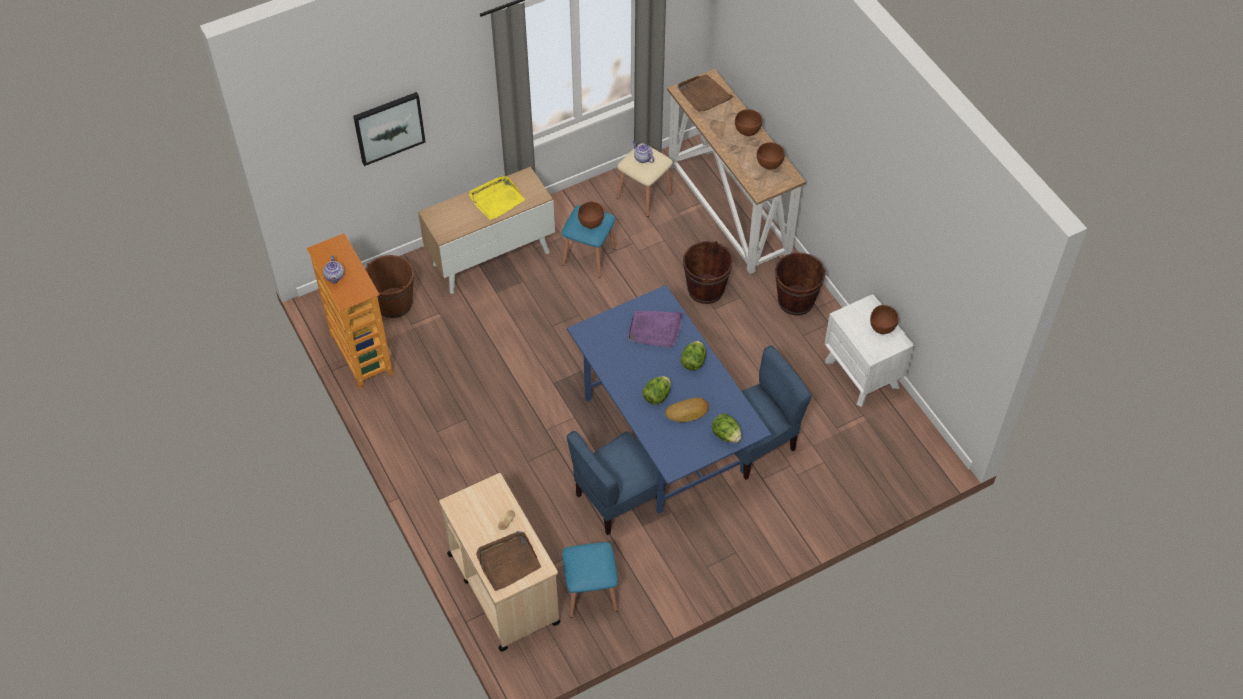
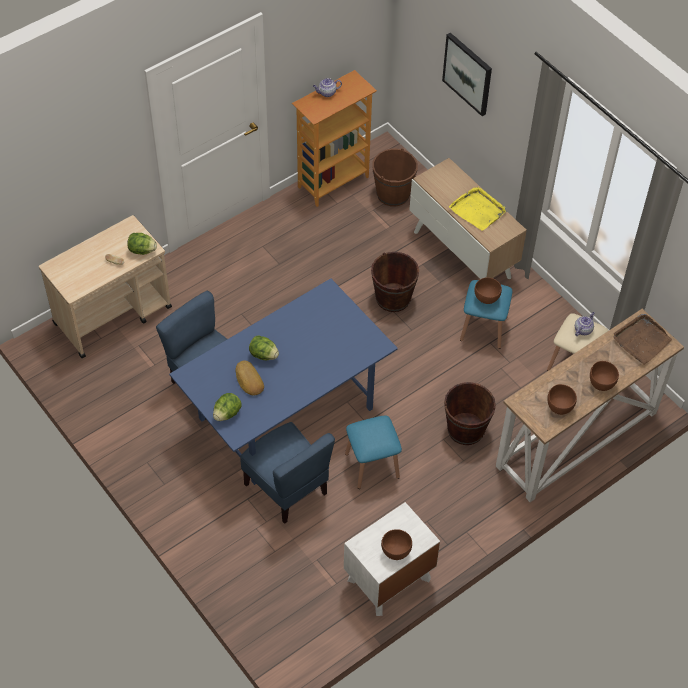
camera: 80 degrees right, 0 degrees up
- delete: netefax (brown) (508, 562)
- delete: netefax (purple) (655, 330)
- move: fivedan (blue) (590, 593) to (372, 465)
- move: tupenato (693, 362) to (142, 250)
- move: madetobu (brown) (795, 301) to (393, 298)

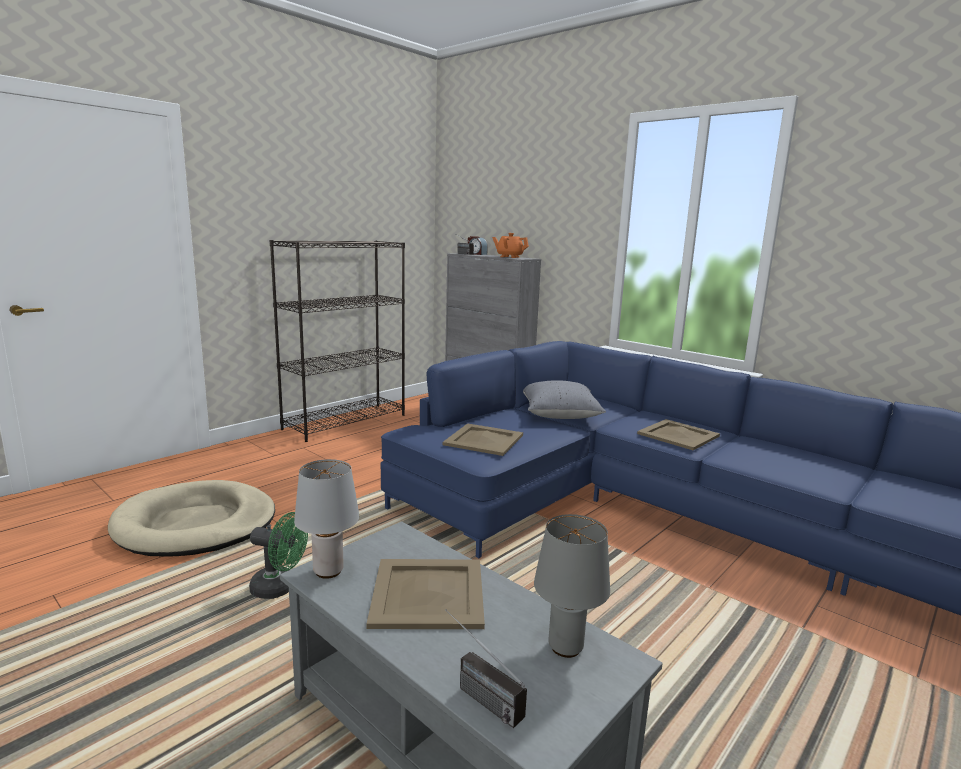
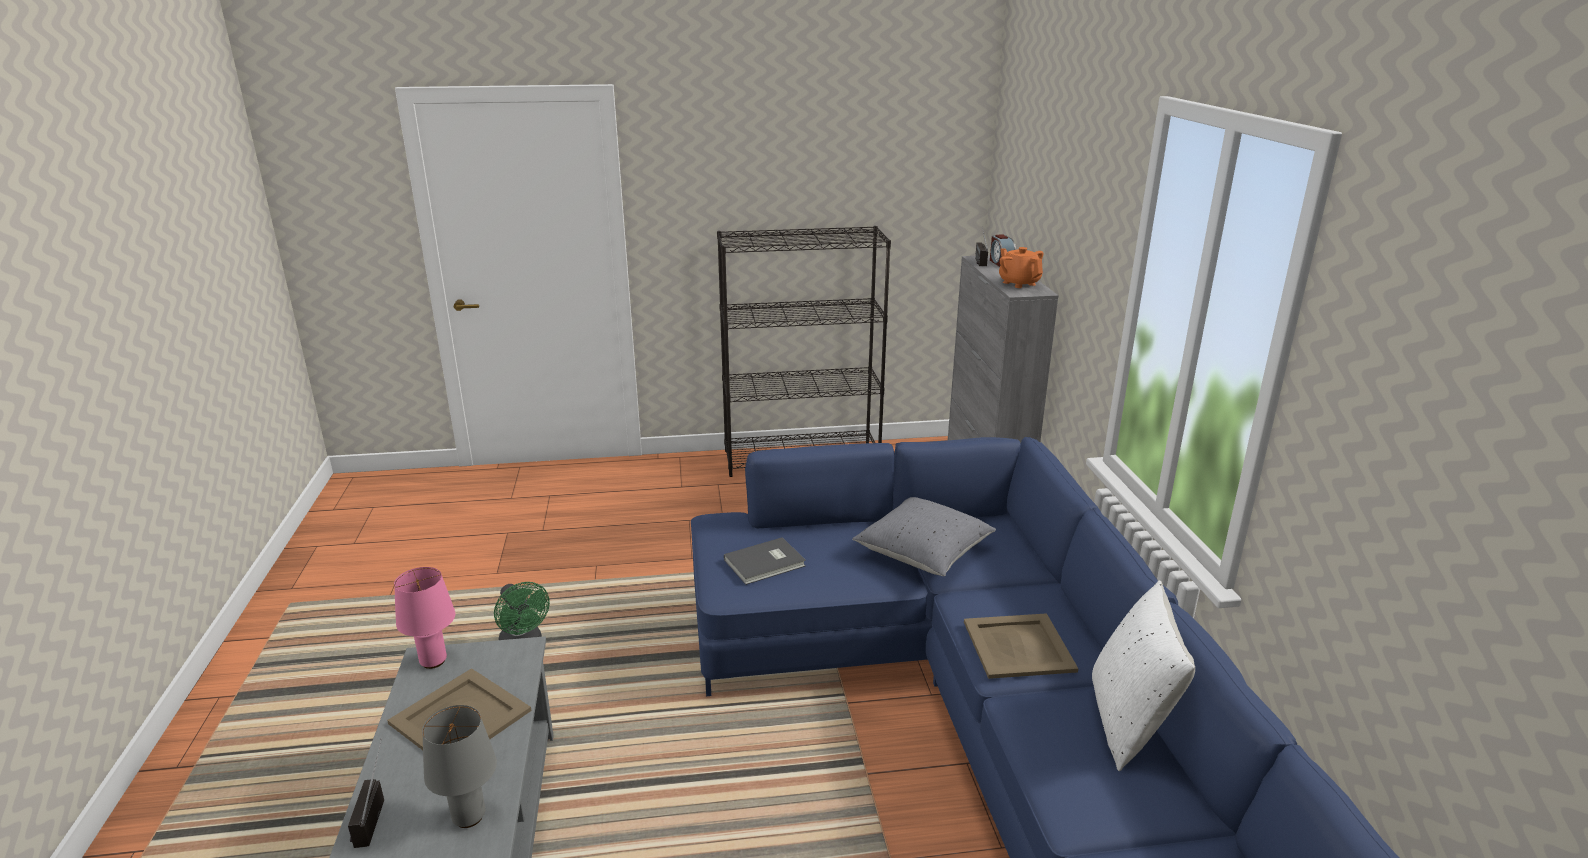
camera: 40 degrees right, 10 degrees up
- delete: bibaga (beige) (196, 524)
- insert: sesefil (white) (1129, 723)
- replace: netefax (beige) (484, 440) to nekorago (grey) (766, 563)
- recolor: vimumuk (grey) (327, 571) to vimumuk (pink) (433, 661)

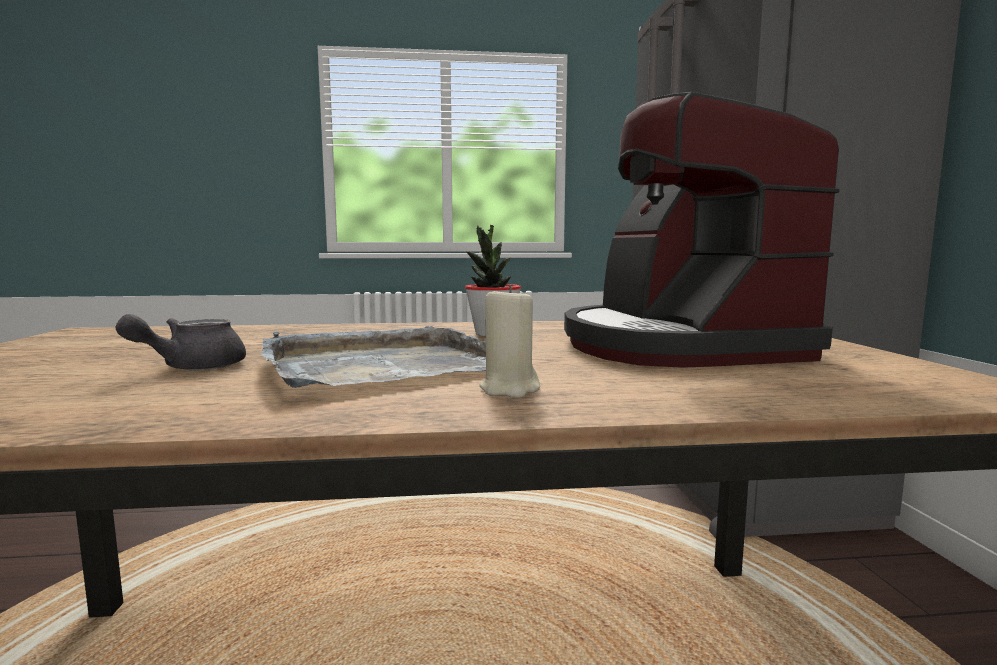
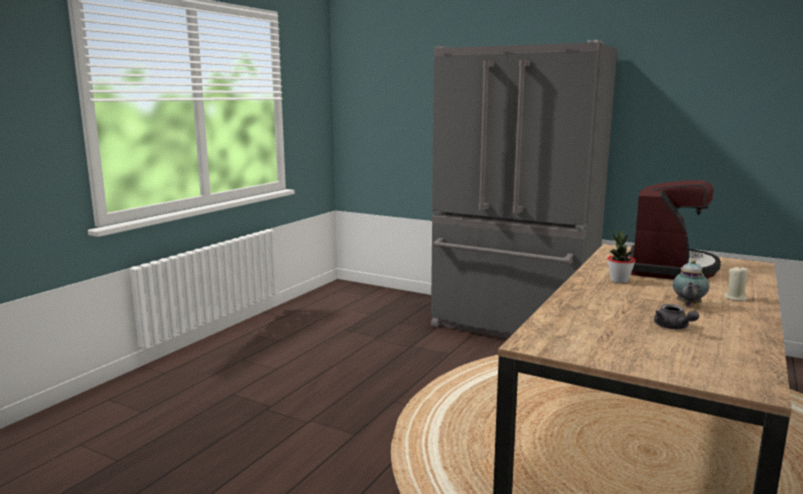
camera: 55 degrees left, 5 degrees up
- replace: netefax (grey) (379, 366) to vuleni (687, 305)
- rotate: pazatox (676, 345) = (669, 268) 90 degrees counterclockwise

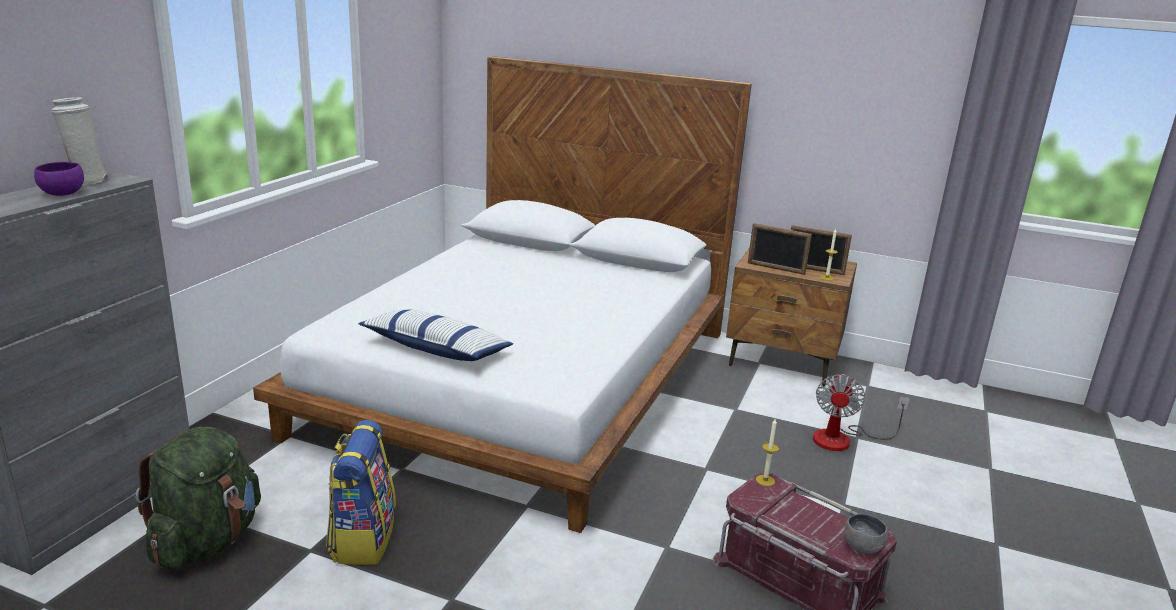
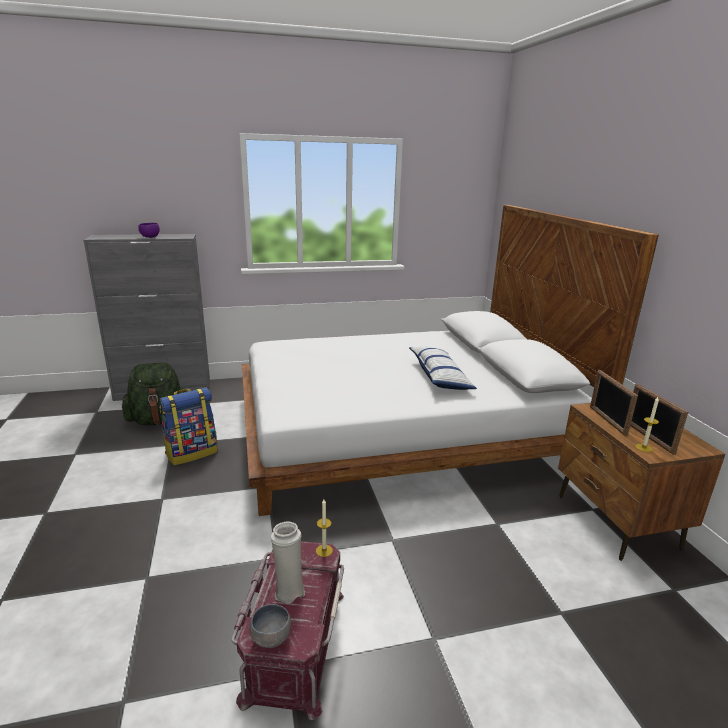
camera: 55 degrees right, 0 degrees up
- delete: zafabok (843, 439)
- move: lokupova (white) (87, 181) to (288, 590)
- move: sesefil (436, 349) to (439, 377)

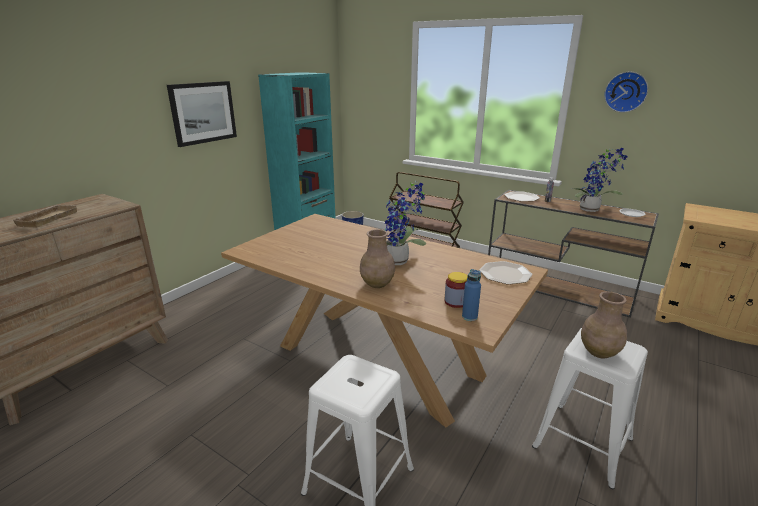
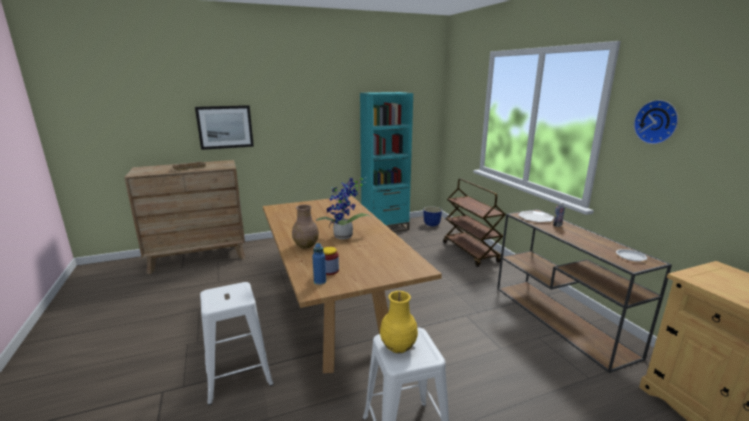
camera: 35 degrees right, 5 degrees down
- delete: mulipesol (505, 274)
- delete: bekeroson (592, 210)
- move: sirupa (203, 112) to (225, 127)
- recolor: lokupova (brown) (599, 352) to lokupova (yellow) (398, 347)

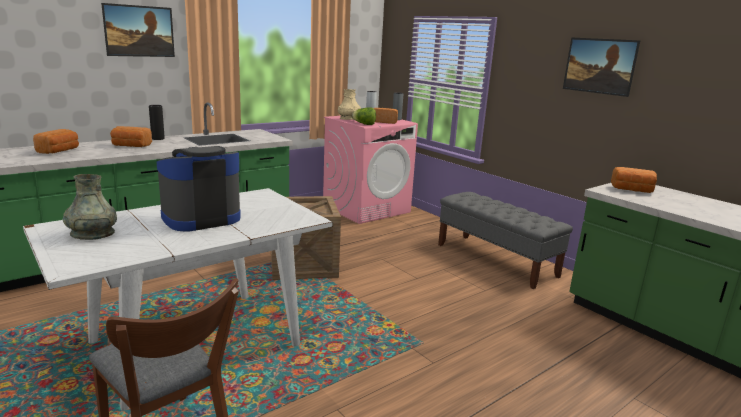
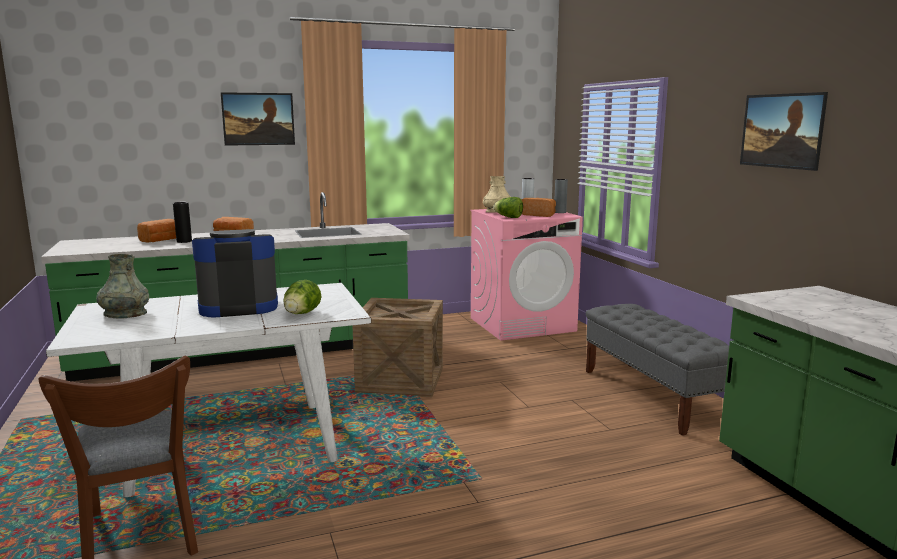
camera: 20 degrees right, 5 degrees down
- delete: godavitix (632, 190)
- insert: tupenato (301, 314)
- move: lokupova (black) (158, 139) to (184, 241)

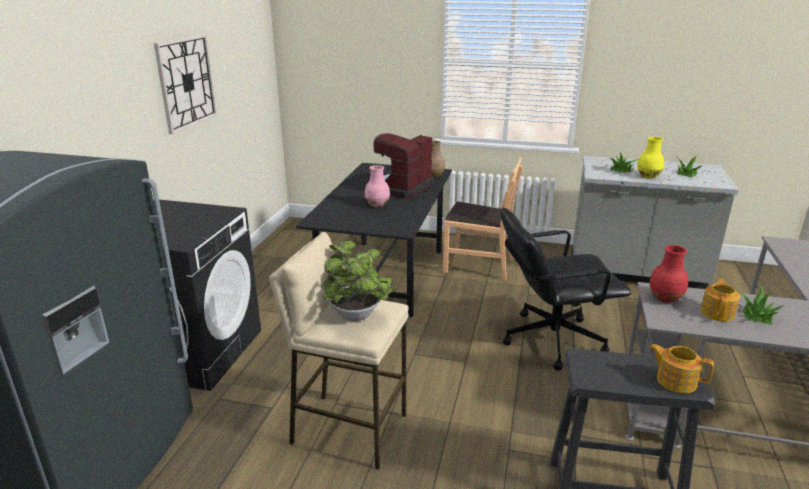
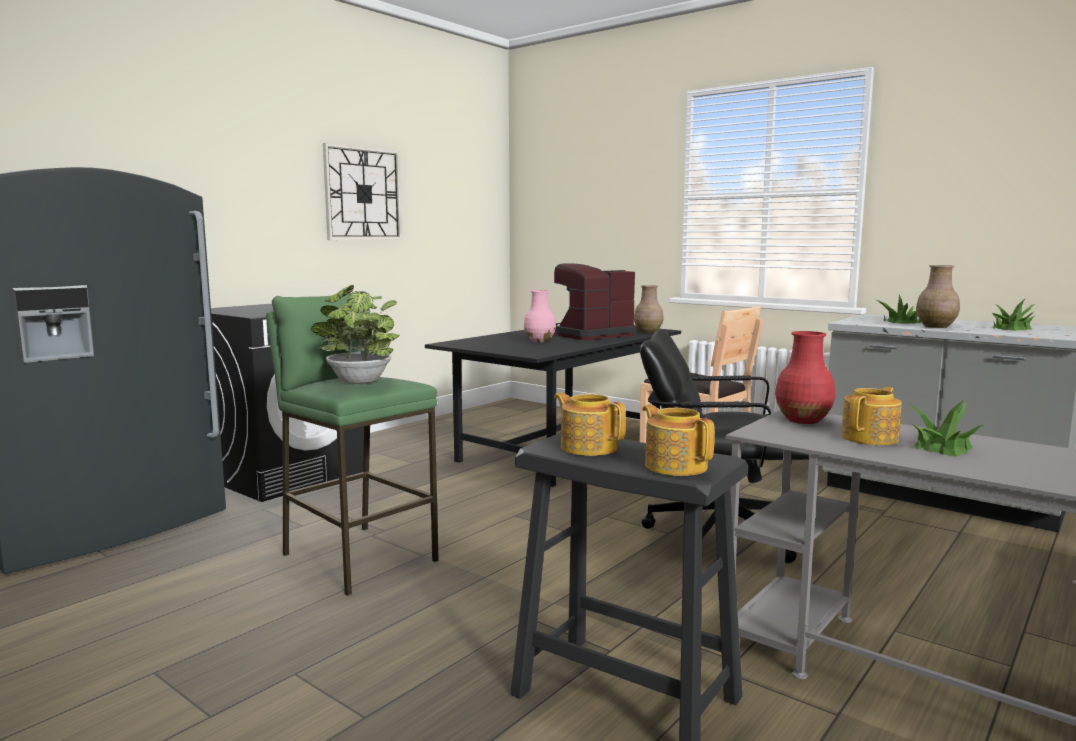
camera: 25 degrees right, 15 degrees down
- insert: vuleni (588, 447)
- recolor: fivedan (beige) (348, 429) to fivedan (green) (358, 557)
- recolor: lokupova (yellow) (648, 176) to lokupova (brown) (936, 326)

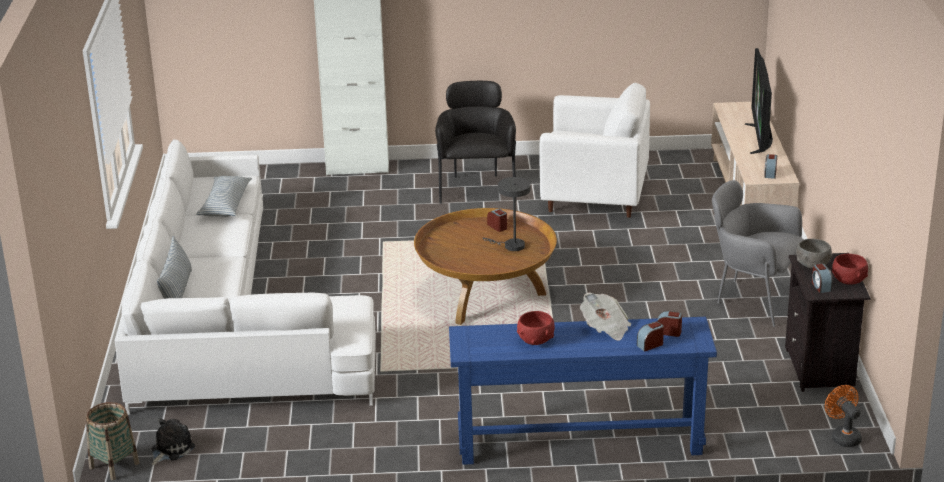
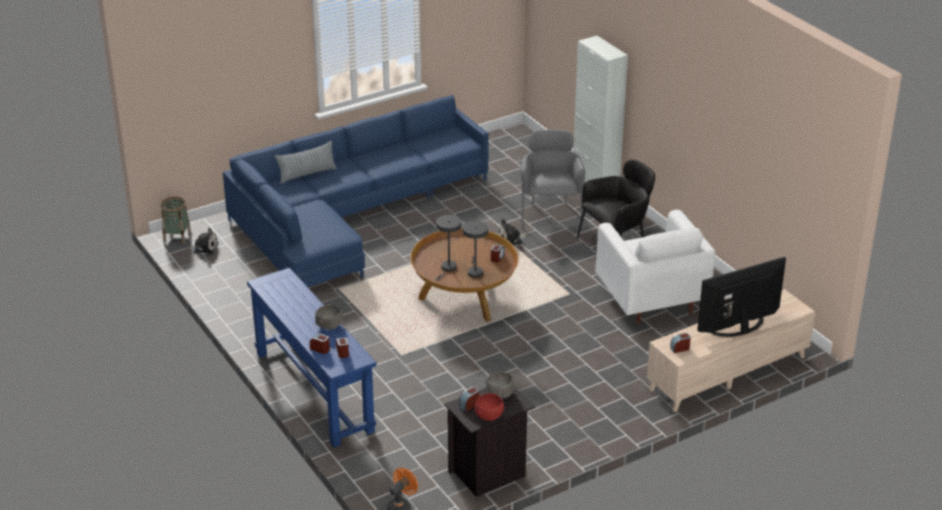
camera: 60 degrees right, 5 degrees up
- delete: sesefil (225, 204)
- delete: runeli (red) (535, 340)
- insert: vimumuk (grey) (447, 268)
- insert: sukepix (511, 240)
- move: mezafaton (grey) (753, 298) to (550, 214)
- replace: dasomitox (605, 328) to runeli (grey) (329, 326)
- recolor: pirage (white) (228, 325) to pirage (blue) (348, 216)

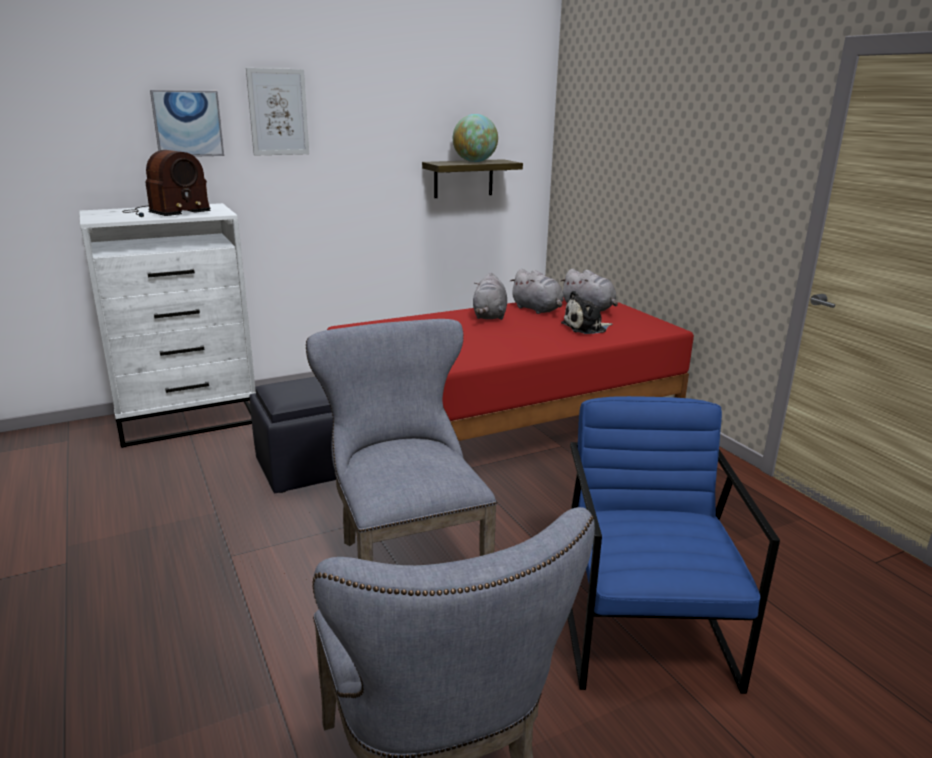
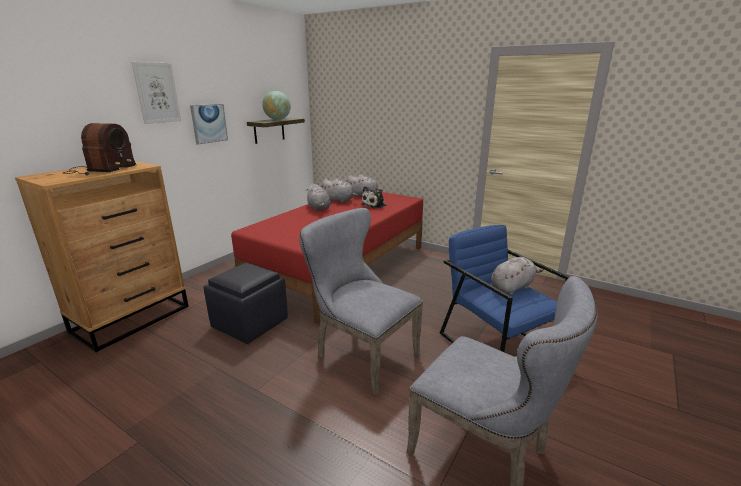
camera: 30 degrees left, 0 degrees up
- insert: sukepix (grey) (512, 287)
- move: sirupa (188, 123) to (209, 123)
- recolor: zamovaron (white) (189, 419) to zamovaron (brown) (132, 318)

